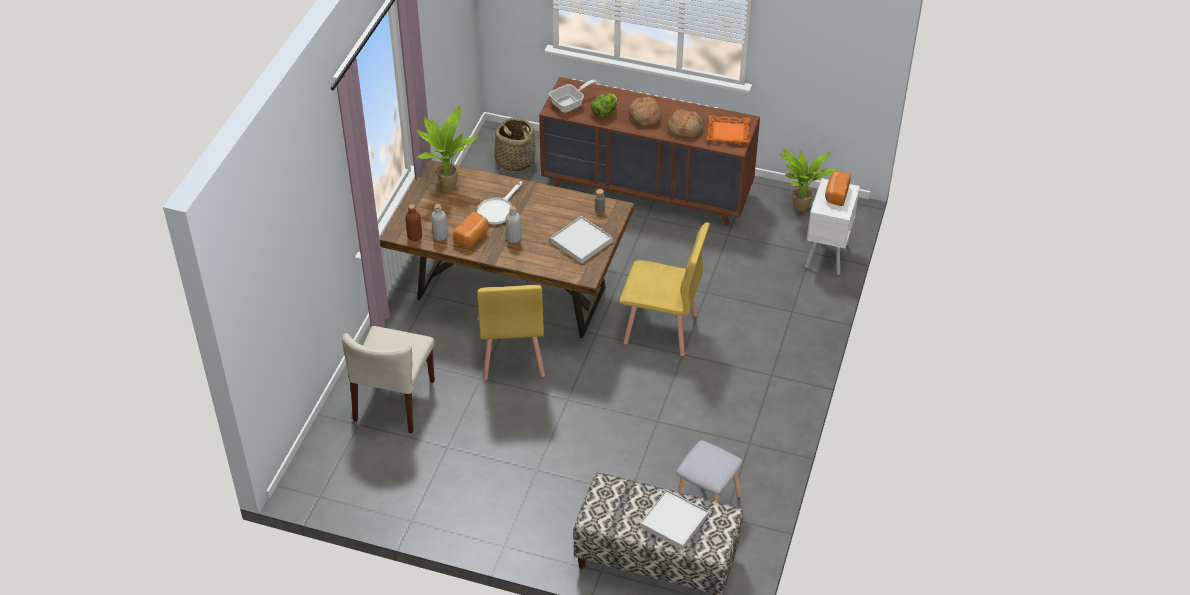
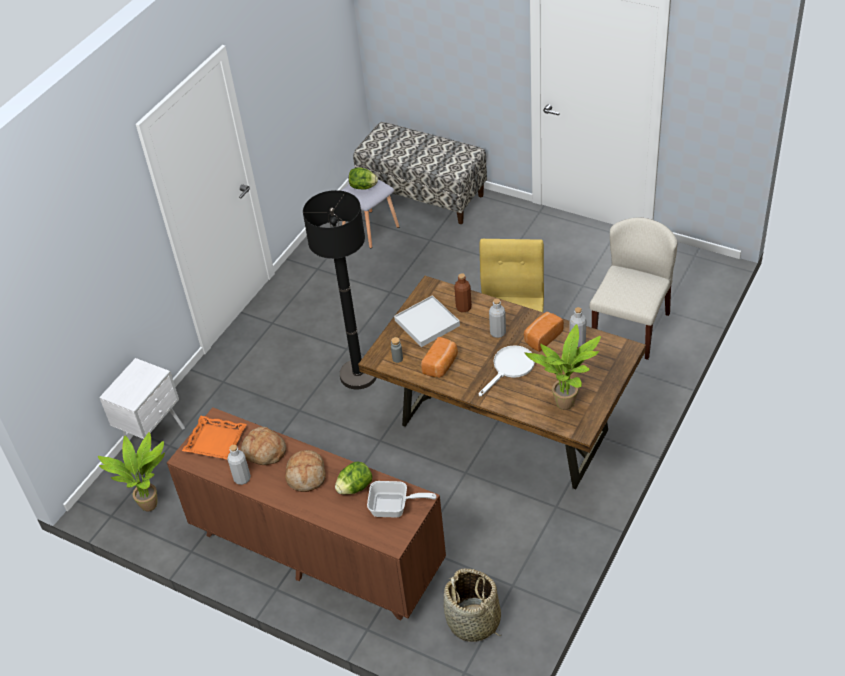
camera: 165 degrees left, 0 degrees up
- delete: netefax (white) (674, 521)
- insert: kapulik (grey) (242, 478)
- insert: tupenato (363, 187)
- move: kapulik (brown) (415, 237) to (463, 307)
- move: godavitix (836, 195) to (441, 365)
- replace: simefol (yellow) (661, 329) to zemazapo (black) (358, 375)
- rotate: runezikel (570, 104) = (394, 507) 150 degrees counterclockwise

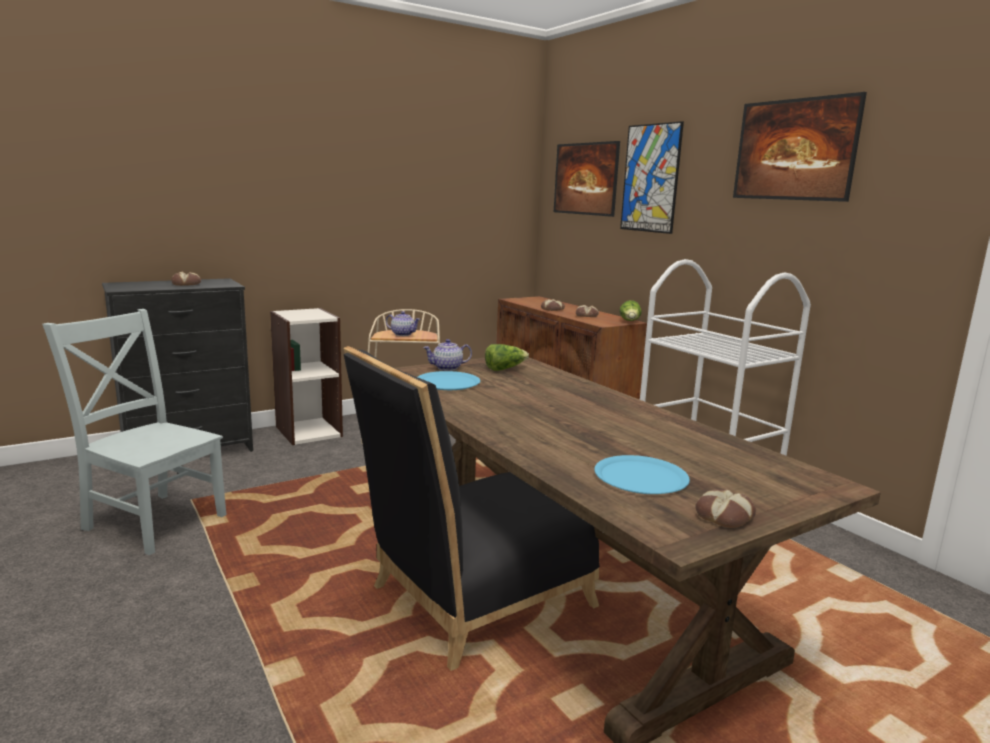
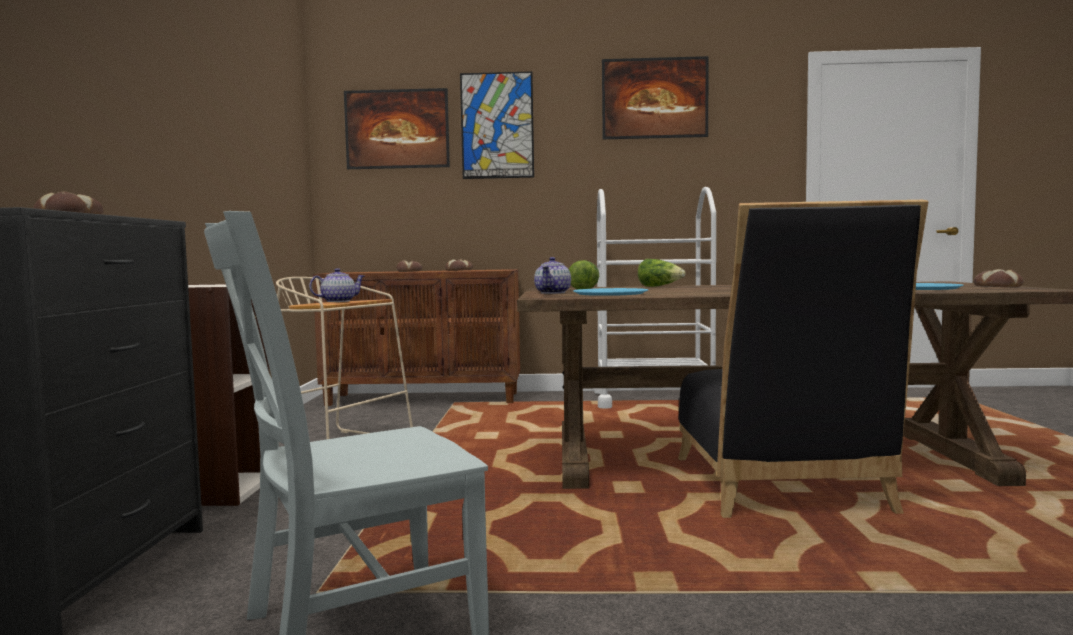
camera: 55 degrees left, 10 degrees down
- move: tupenato (630, 321) to (660, 286)

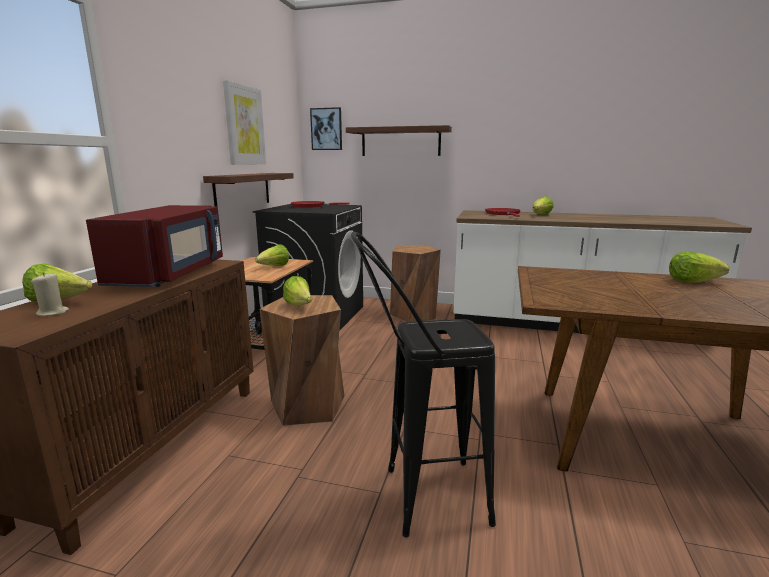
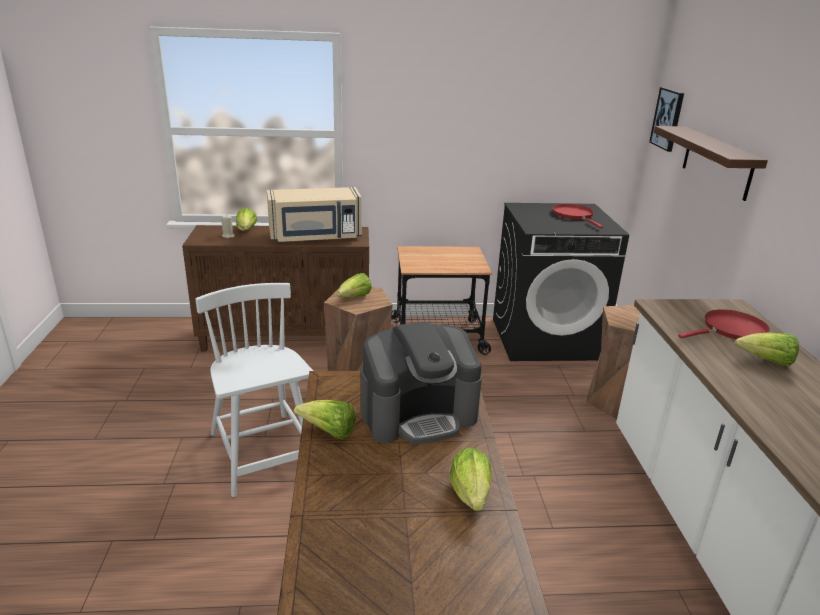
camera: 70 degrees right, 10 degrees up
- delete: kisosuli (242, 190)
- delete: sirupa (244, 125)
- insert: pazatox (419, 414)
- move: tupenato (274, 267) to (329, 432)
- replace: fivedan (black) (418, 498) to simefol (white) (263, 454)
- recolor: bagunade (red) (171, 274) to bagunade (beige) (315, 237)

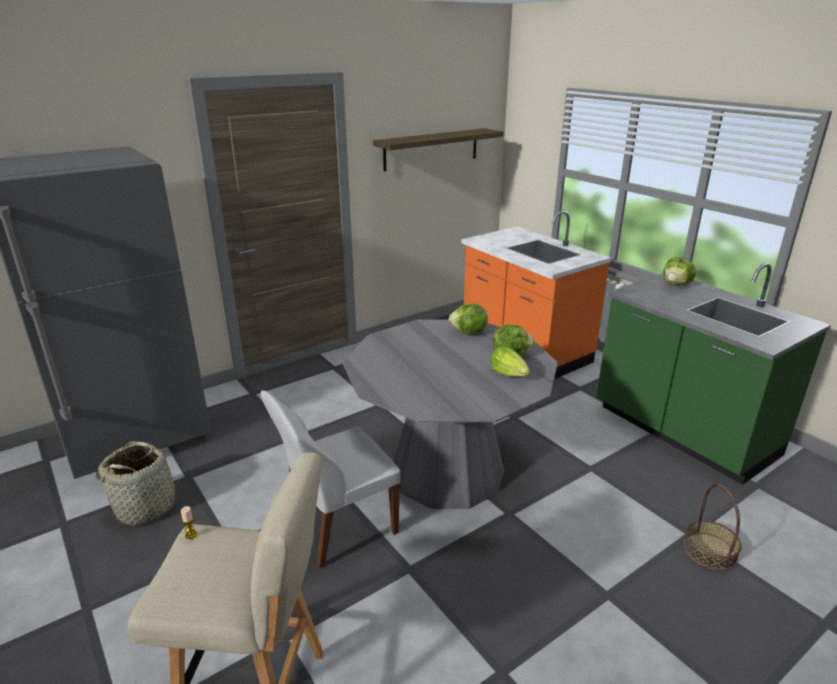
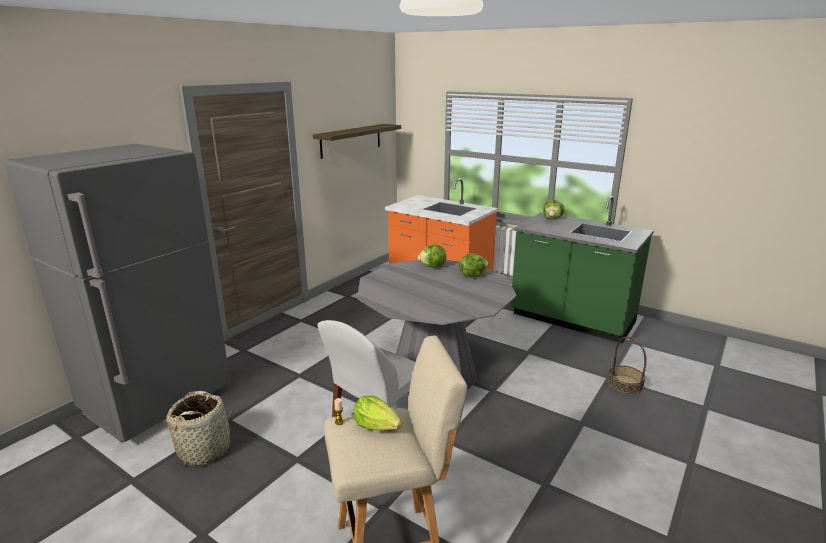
camera: 20 degrees left, 5 degrees down
- move: tupenato (509, 373) to (377, 426)

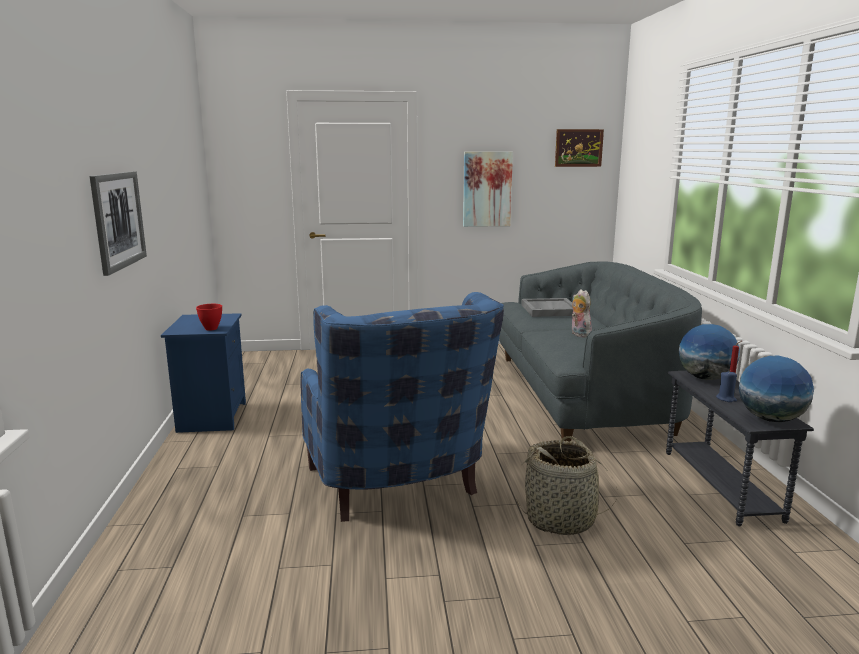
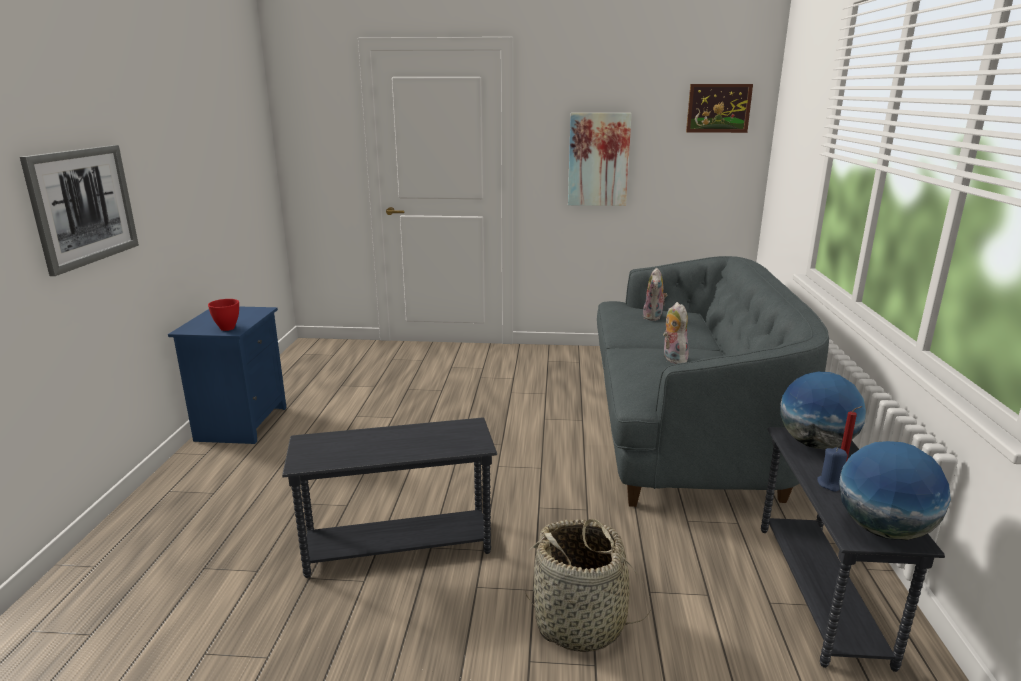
camera: 10 degrees right, 5 degrees up
- replace: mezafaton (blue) (398, 488) to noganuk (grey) (398, 547)
- replace: netefax (grey) (549, 310) to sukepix (654, 317)

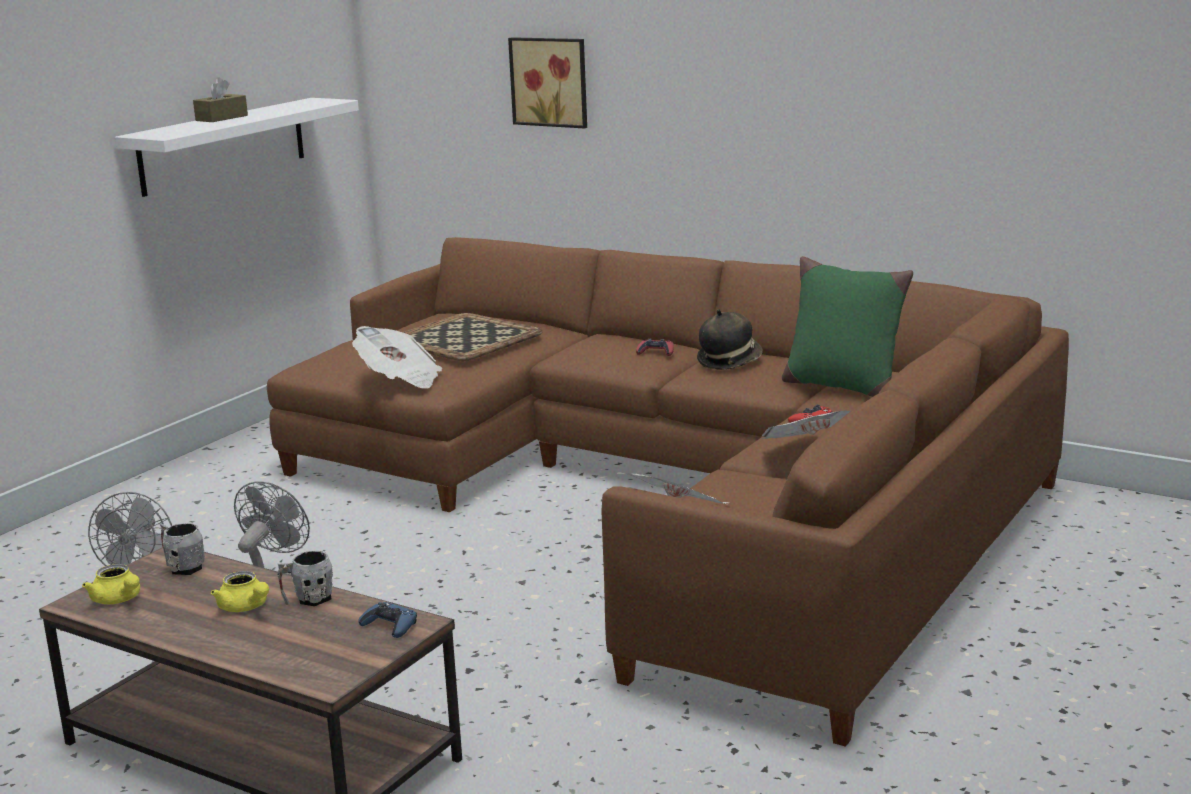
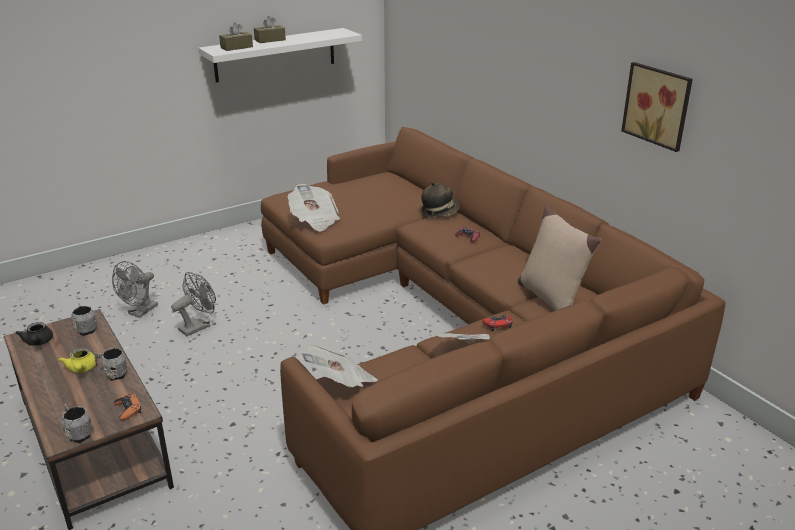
camera: 25 degrees right, 10 degrees up
- delete: netefax (464, 339)
- insert: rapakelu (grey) (78, 433)
- insert: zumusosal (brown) (236, 47)
- move: sirupa (551, 81) to (658, 105)
- move: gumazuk (729, 361) to (439, 212)
- recolor: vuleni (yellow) (118, 600) to vuleni (black) (38, 342)
- recolor: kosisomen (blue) (389, 626) to kosisomen (orange) (128, 409)
- recolor: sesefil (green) (842, 387) to sesefil (beige) (550, 298)

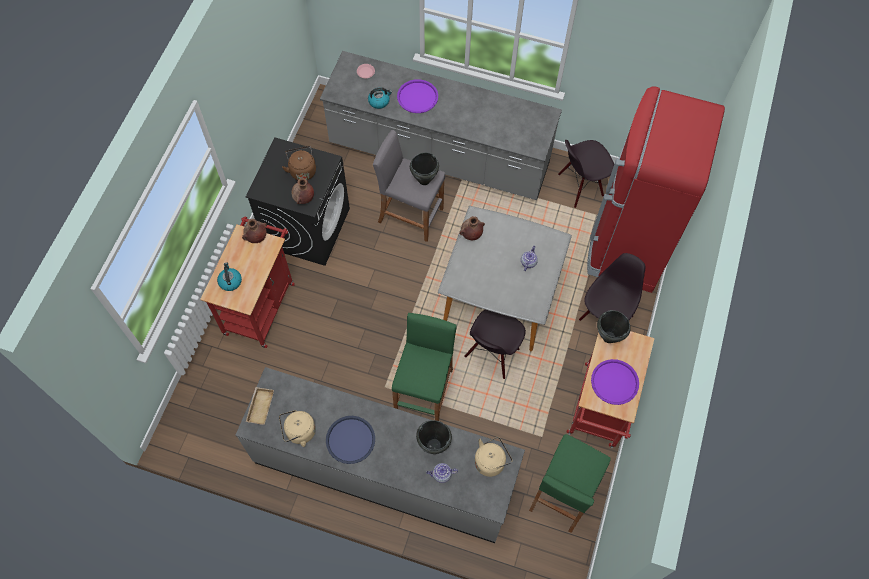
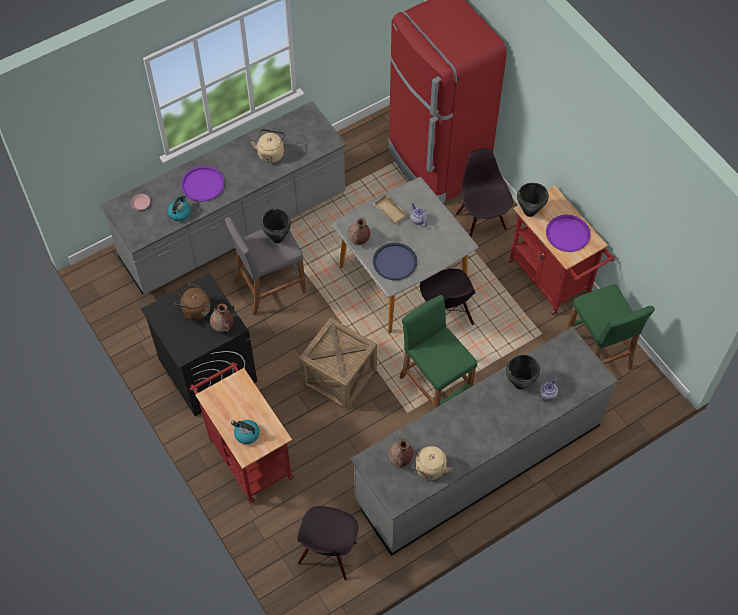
camera: 50 degrees left, 5 degrees down
- insert: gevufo (339, 377)
- move: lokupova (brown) (256, 237) to (400, 459)
- move: netefax (beige) (259, 406) to (388, 211)
- move: netefax (blue) (350, 440) to (394, 262)
- move: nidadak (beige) (491, 461) to (271, 153)
- move: simefol (black) (580, 186) to (328, 554)

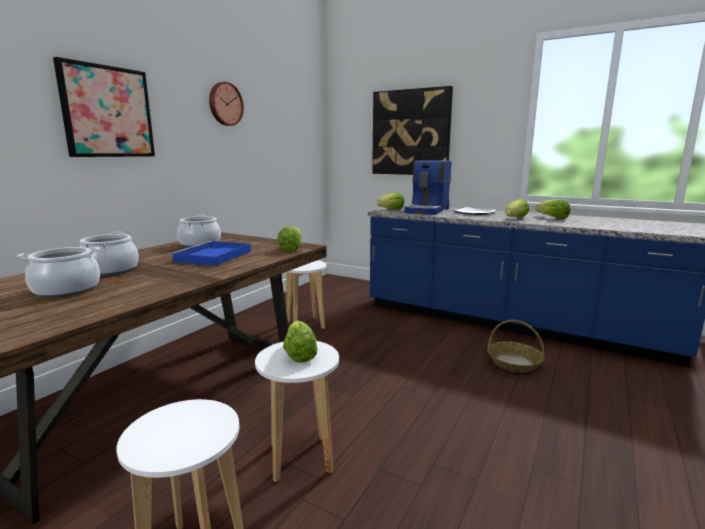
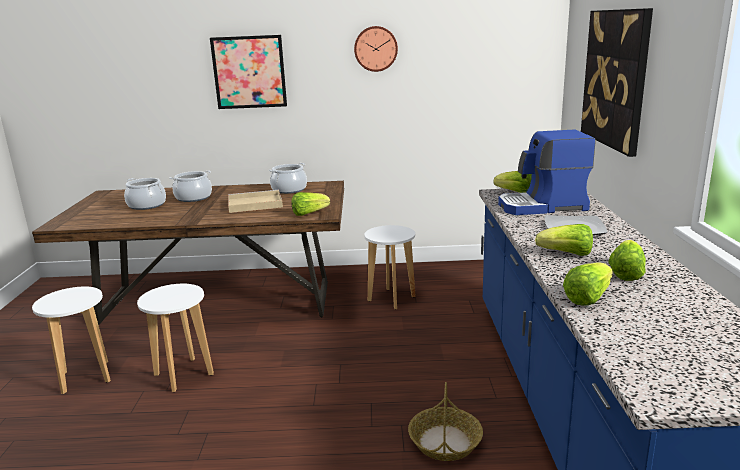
camera: 60 degrees right, 5 degrees up
- move: tupenato (299, 354) to (587, 298)
- recolor: netefax (blue) (213, 256) to netefax (beige) (254, 204)

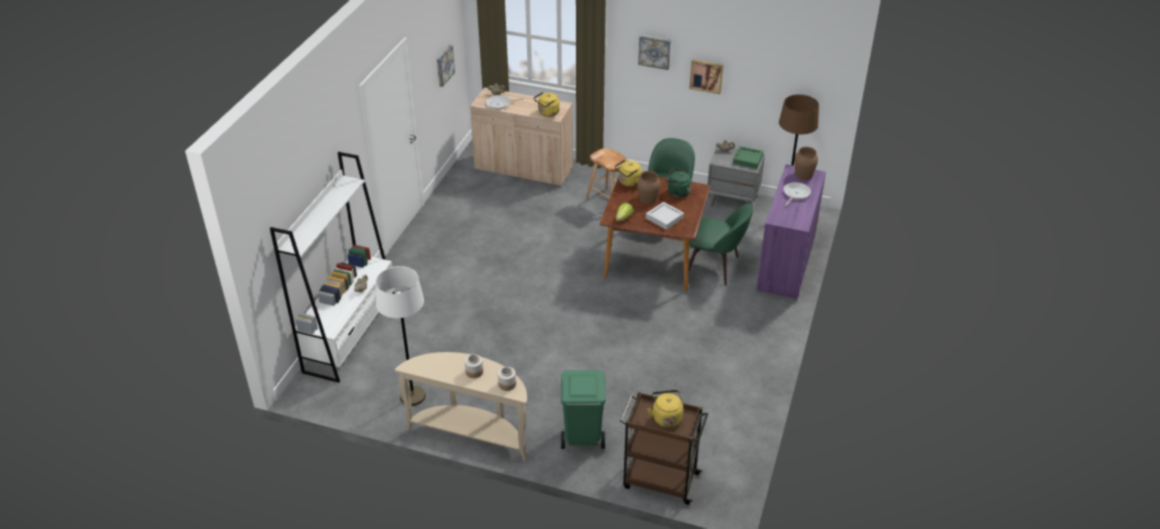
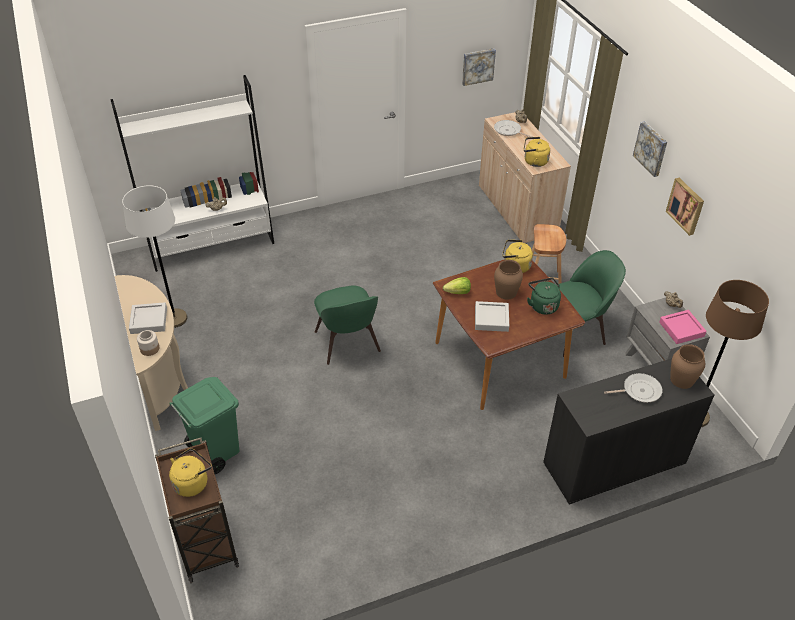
camera: 50 degrees right, 5 degrees up
- move: simefol (green) (715, 266) to (348, 343)
- replace: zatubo (474, 372) to netefax (grey) (149, 321)
- recolor: netefax (green) (747, 159) to netefax (pink) (681, 329)
- recolor: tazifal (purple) (786, 264) to tazifal (black) (614, 463)

